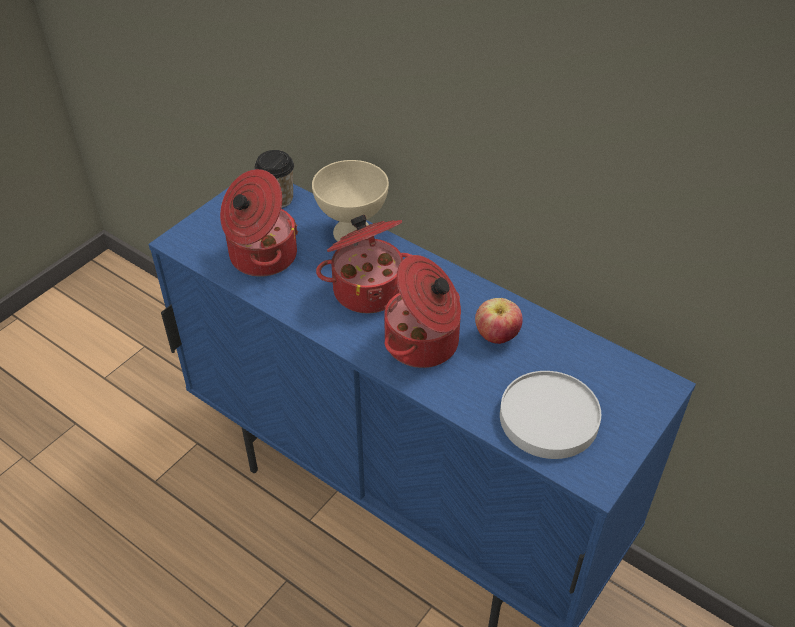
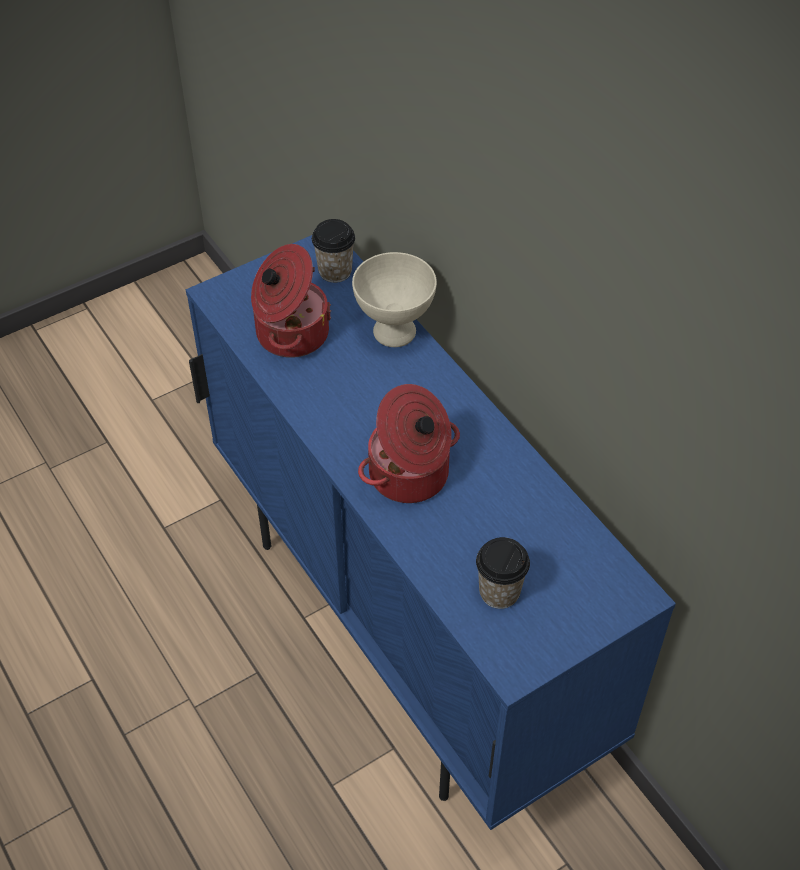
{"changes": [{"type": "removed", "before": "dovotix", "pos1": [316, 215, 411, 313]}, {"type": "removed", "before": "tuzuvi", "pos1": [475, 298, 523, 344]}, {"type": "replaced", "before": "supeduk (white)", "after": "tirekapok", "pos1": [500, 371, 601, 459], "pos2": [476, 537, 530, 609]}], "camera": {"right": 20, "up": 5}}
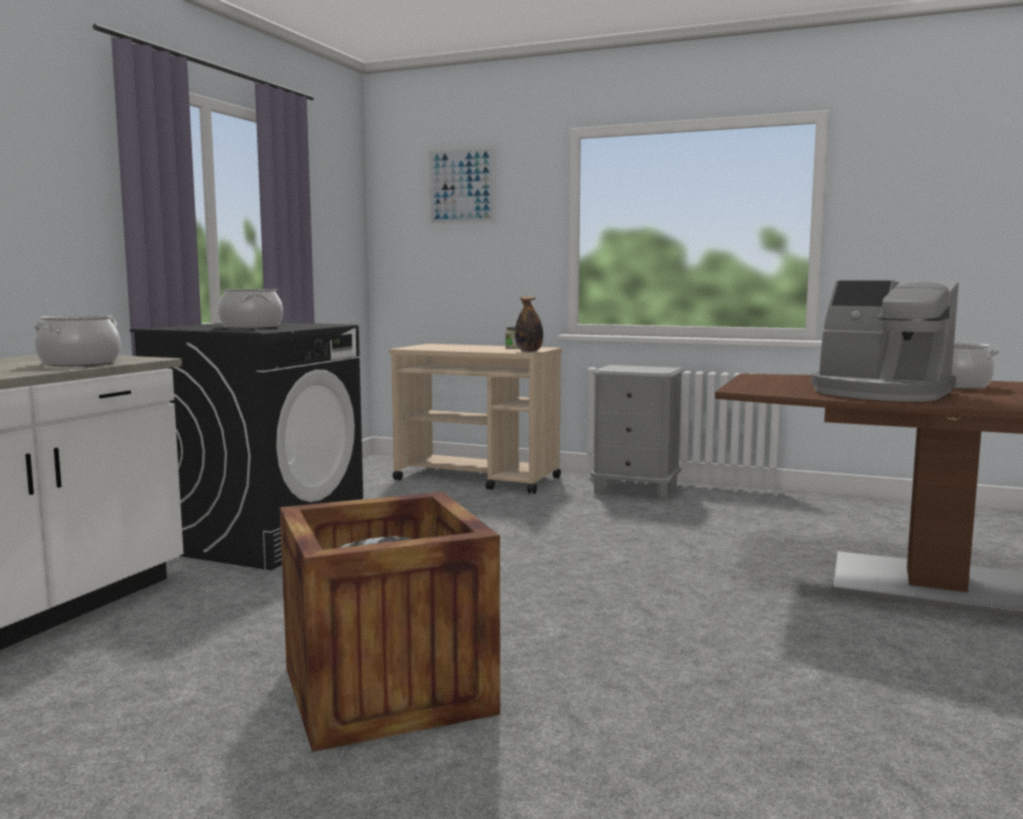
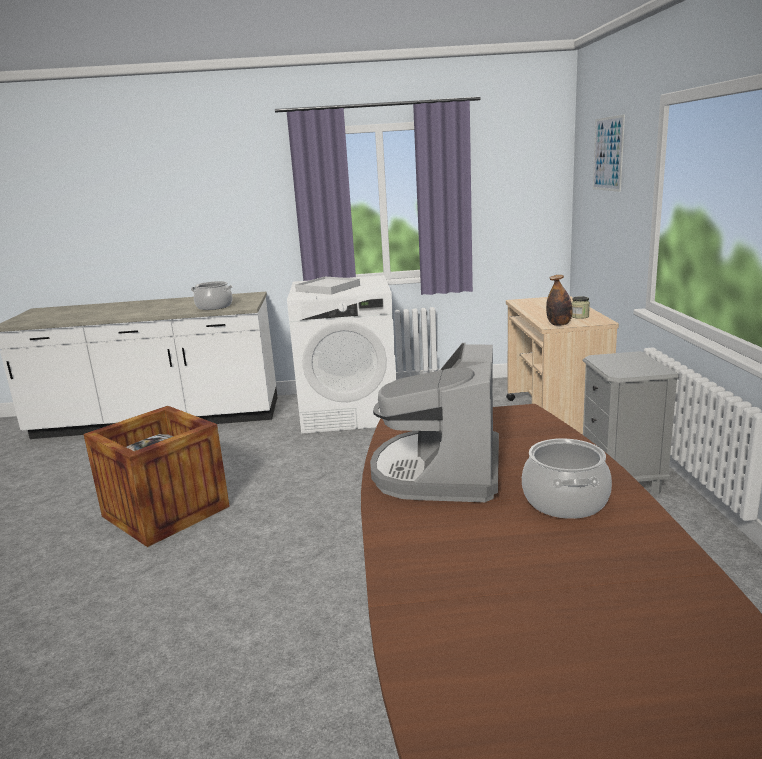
{"changes": [{"type": "replaced", "before": "dovotix", "after": "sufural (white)", "pos1": [218, 289, 283, 329], "pos2": [295, 277, 360, 295]}, {"type": "recoloured", "before": "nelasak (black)", "after": "nelasak (white)", "pos1": [130, 323, 363, 570], "pos2": [287, 275, 396, 434]}], "camera": {"right": 65, "up": 10}}
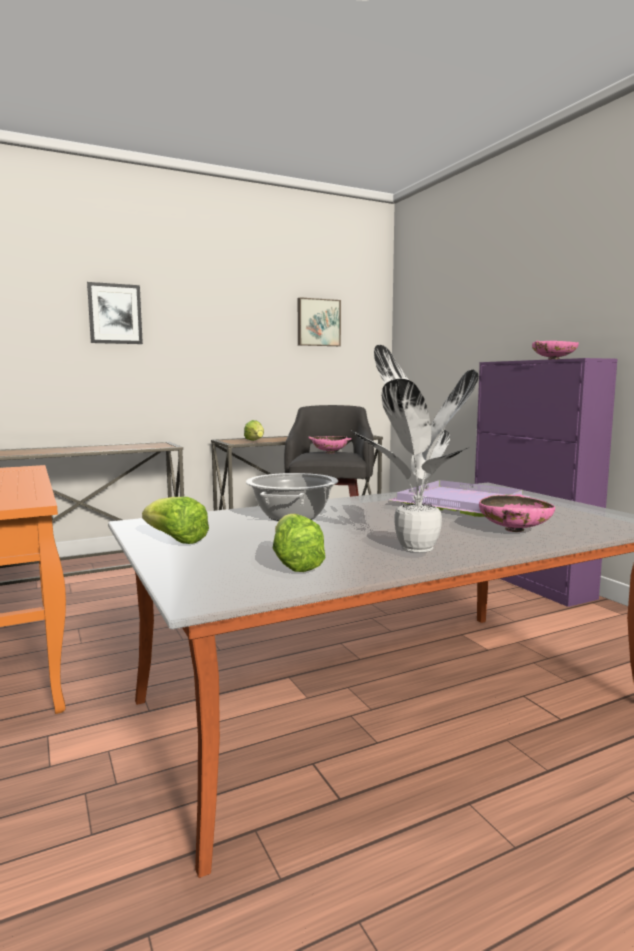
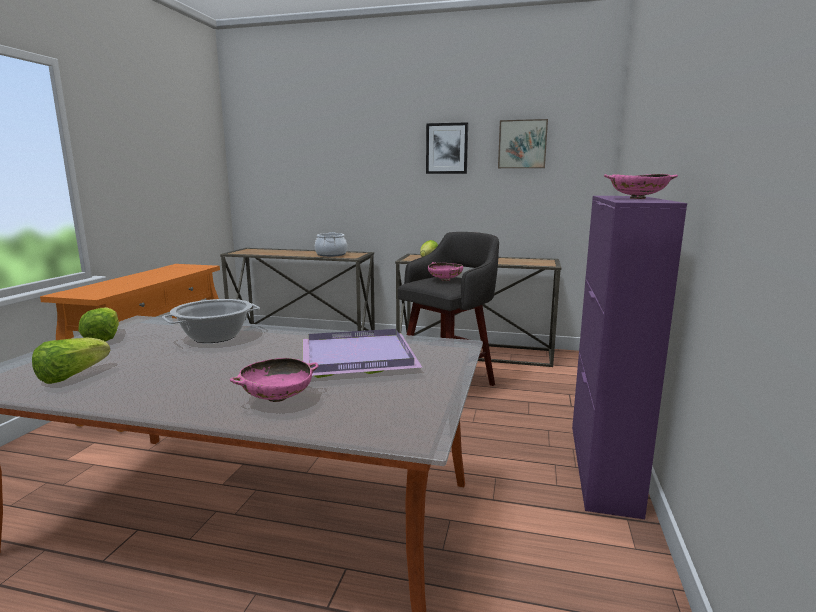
{"changes": [{"type": "removed", "before": "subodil", "pos1": [351, 345, 478, 553]}, {"type": "added", "after": "dovotix", "pos2": [315, 232, 347, 257]}, {"type": "moved", "before": "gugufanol", "pos1": [87, 282, 143, 344], "pos2": [426, 122, 468, 174]}], "camera": {"right": 40, "up": 5}}
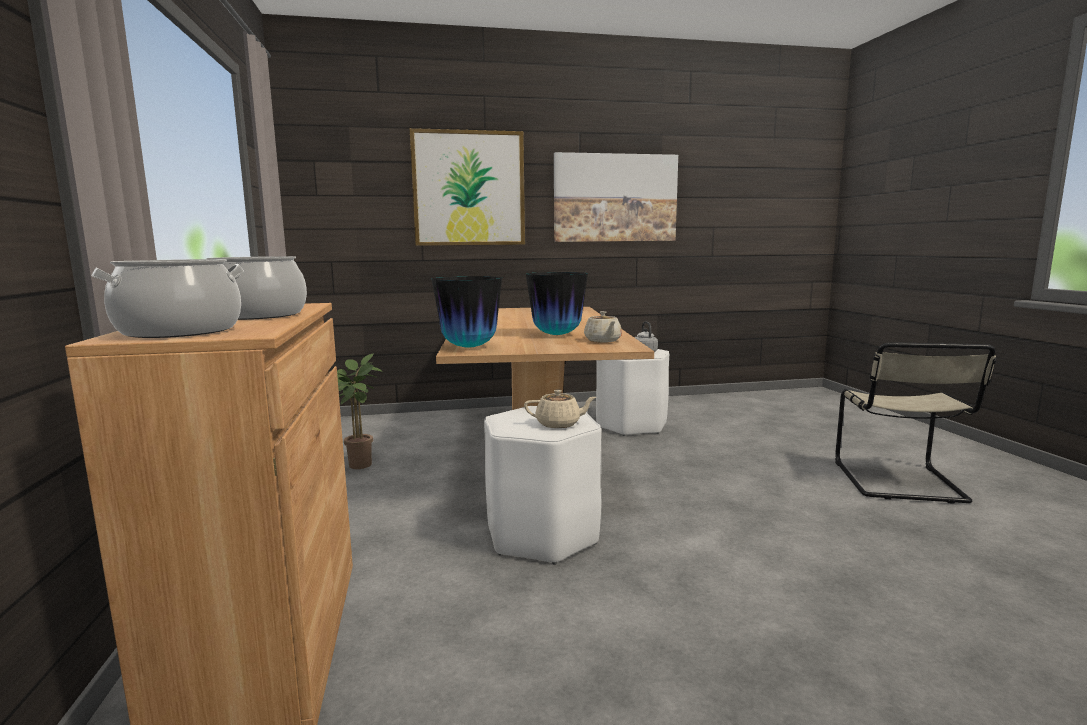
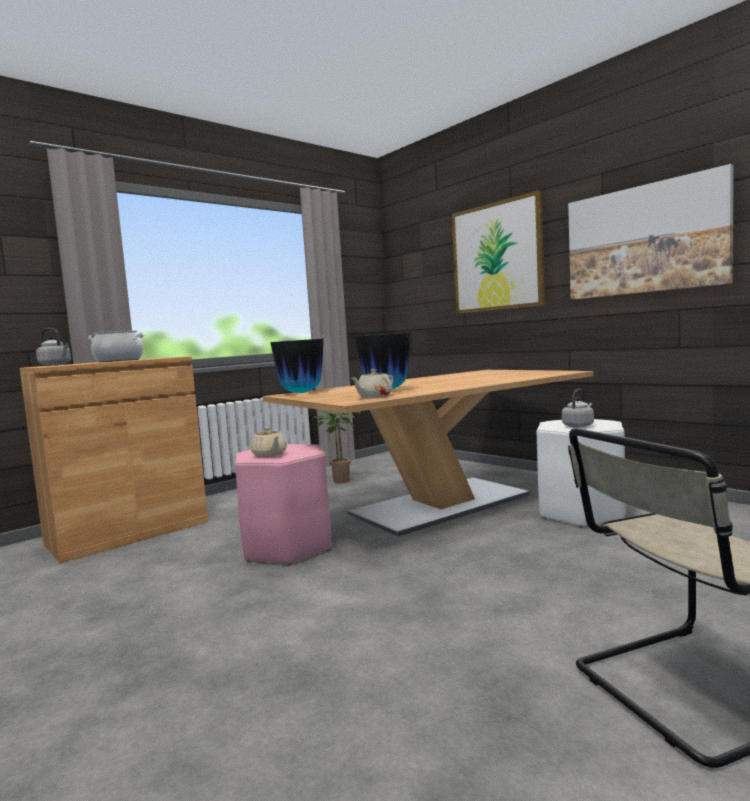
{"changes": [{"type": "replaced", "before": "dovotix", "after": "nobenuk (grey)", "pos1": [91, 259, 244, 338], "pos2": [36, 328, 71, 366]}, {"type": "recoloured", "before": "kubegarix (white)", "after": "kubegarix (pink)", "pos1": [484, 406, 601, 565], "pos2": [235, 444, 331, 565]}], "camera": {"right": 60, "up": -5}}
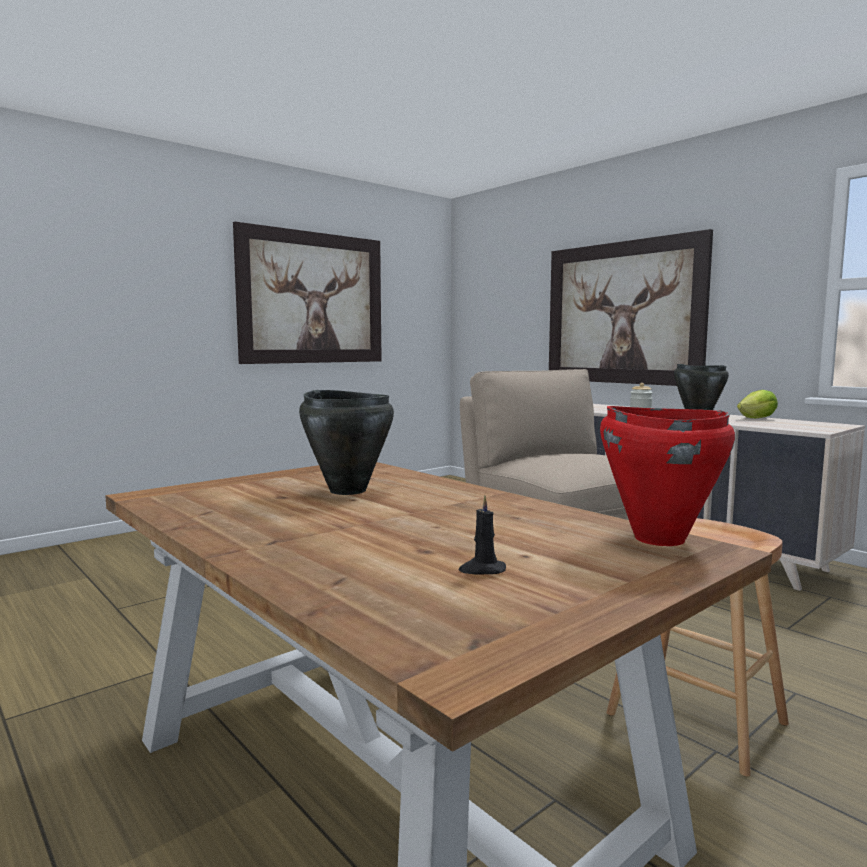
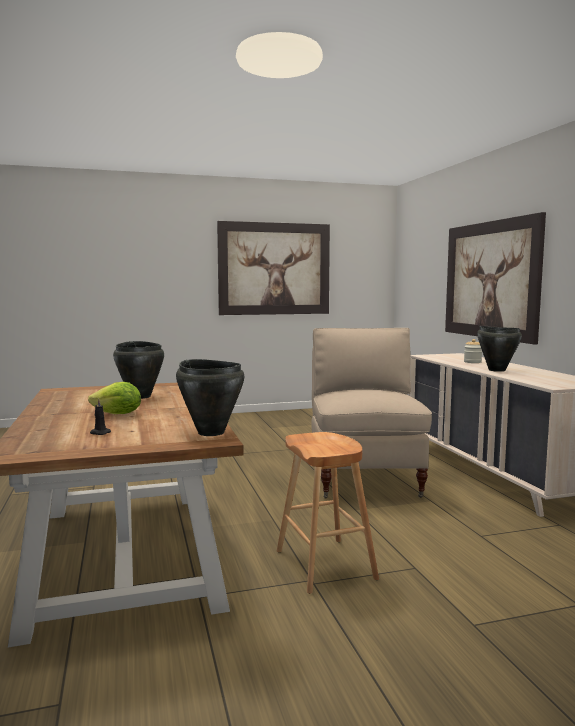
{"changes": [{"type": "moved", "before": "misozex", "pos1": [737, 390, 778, 418], "pos2": [88, 382, 141, 414]}, {"type": "recoloured", "before": "dovotix (red)", "after": "dovotix (black)", "pos1": [600, 406, 735, 546], "pos2": [176, 359, 244, 436]}], "camera": {"right": 25, "up": 0}}
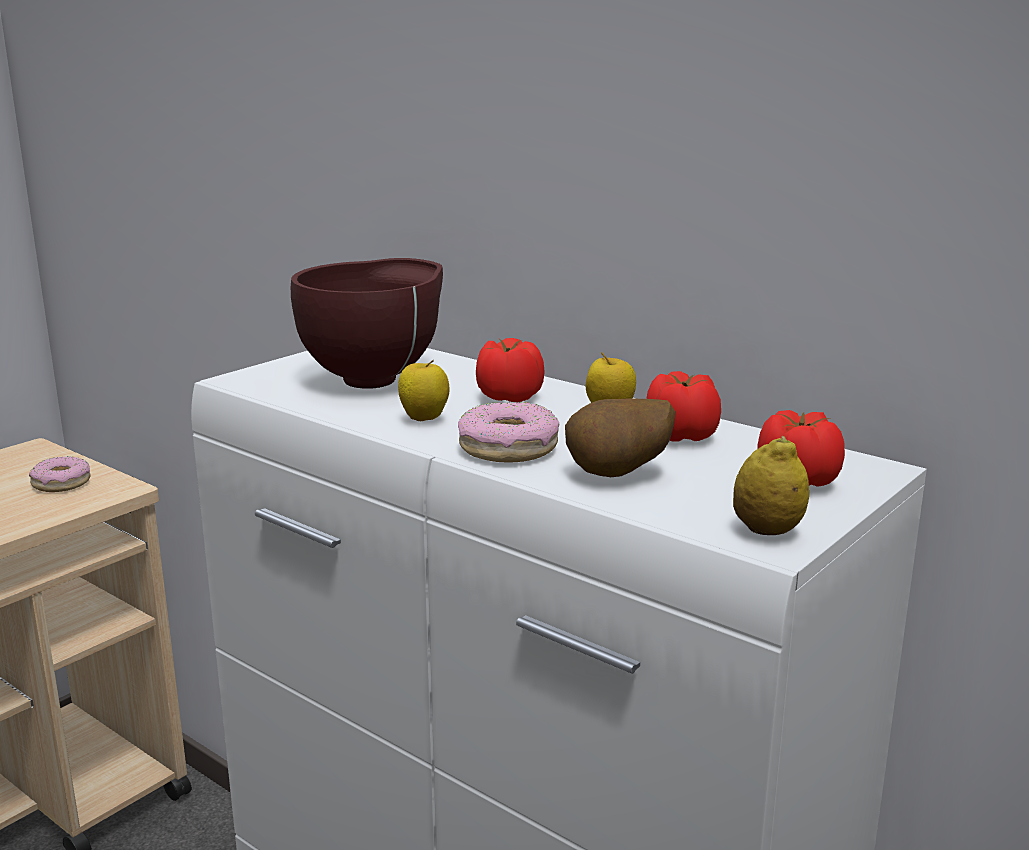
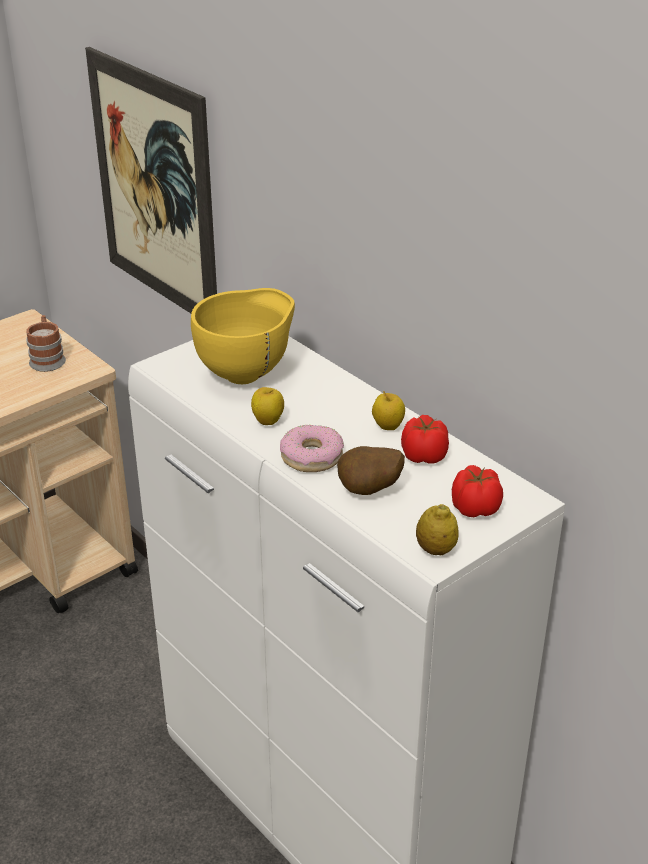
{"changes": [{"type": "removed", "before": "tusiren", "pos1": [476, 338, 545, 402]}, {"type": "added", "after": "gugufanol", "pos2": [85, 47, 217, 313]}, {"type": "replaced", "before": "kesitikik", "after": "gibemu", "pos1": [29, 456, 90, 492], "pos2": [26, 315, 66, 372]}, {"type": "recoloured", "before": "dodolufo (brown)", "after": "dodolufo (yellow)", "pos1": [291, 258, 443, 389], "pos2": [191, 288, 295, 384]}], "camera": {"right": 10, "up": 15}}
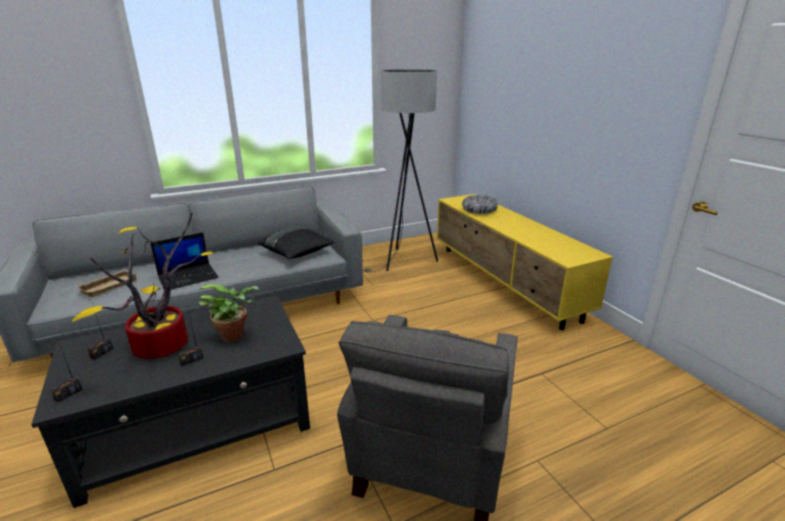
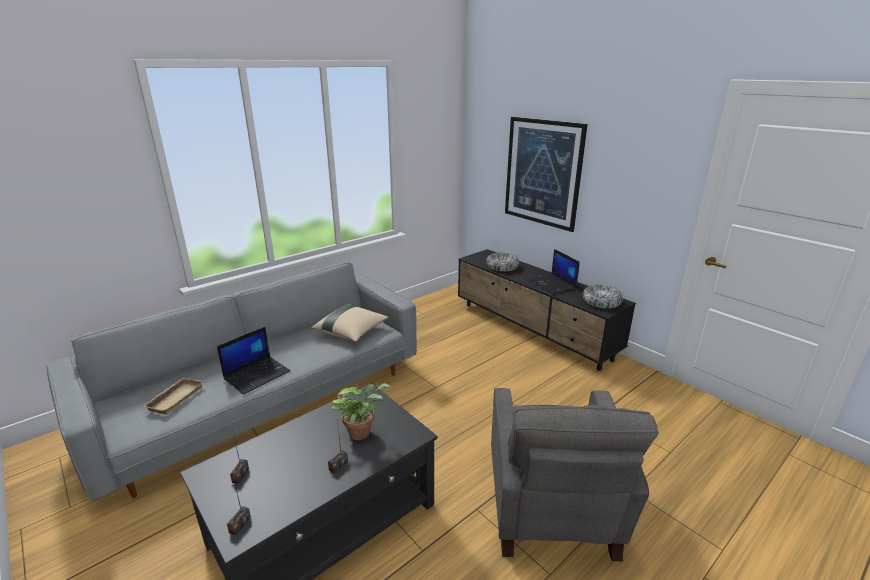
{"changes": [{"type": "removed", "before": "subodil", "pos1": [72, 212, 214, 359]}, {"type": "removed", "before": "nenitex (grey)", "pos1": [364, 69, 438, 272]}, {"type": "added", "after": "gugufanol", "pos2": [505, 117, 588, 232]}, {"type": "added", "after": "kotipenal", "pos2": [529, 249, 580, 294]}, {"type": "added", "after": "dodolufo", "pos2": [583, 284, 623, 309]}, {"type": "recoloured", "before": "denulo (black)", "after": "denulo (beige)", "pos1": [257, 227, 335, 259], "pos2": [312, 304, 389, 342]}, {"type": "recoloured", "before": "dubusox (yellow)", "after": "dubusox (black)", "pos1": [437, 194, 613, 330], "pos2": [458, 249, 636, 371]}], "camera": {"right": -15, "up": 0}}
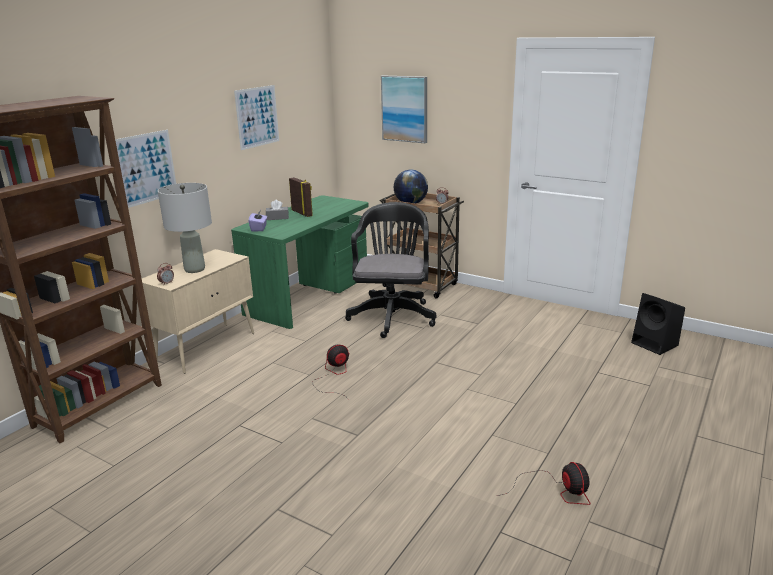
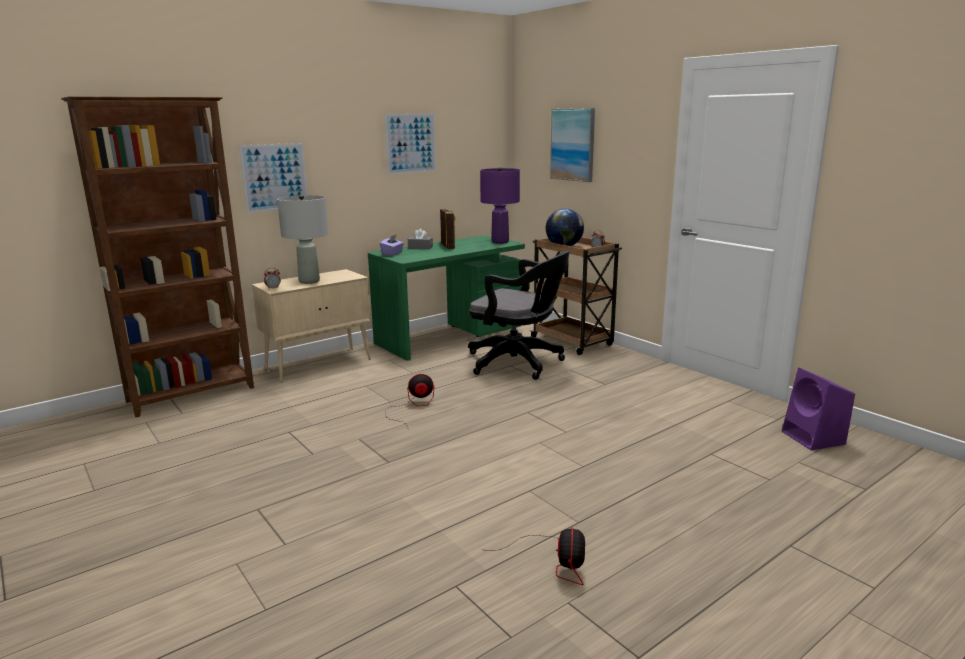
{"changes": [{"type": "added", "after": "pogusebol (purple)", "pos2": [480, 167, 520, 244]}, {"type": "recoloured", "before": "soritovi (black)", "after": "soritovi (purple)", "pos1": [631, 293, 685, 355], "pos2": [782, 368, 855, 450]}, {"type": "turned", "before": "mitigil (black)", "pos1": [345, 202, 437, 338], "pos2": [468, 250, 570, 380], "turn": 90}], "camera": {"right": 20, "up": -5}}
